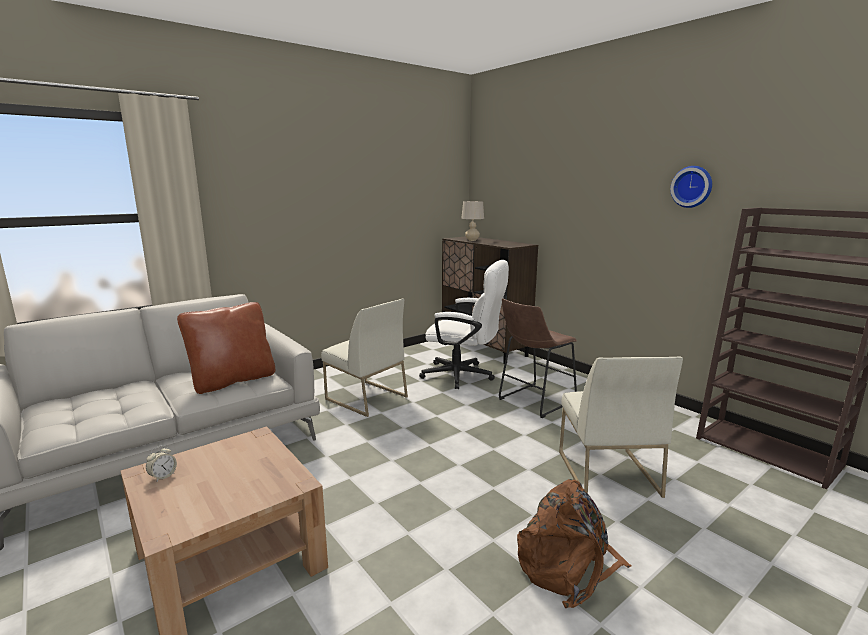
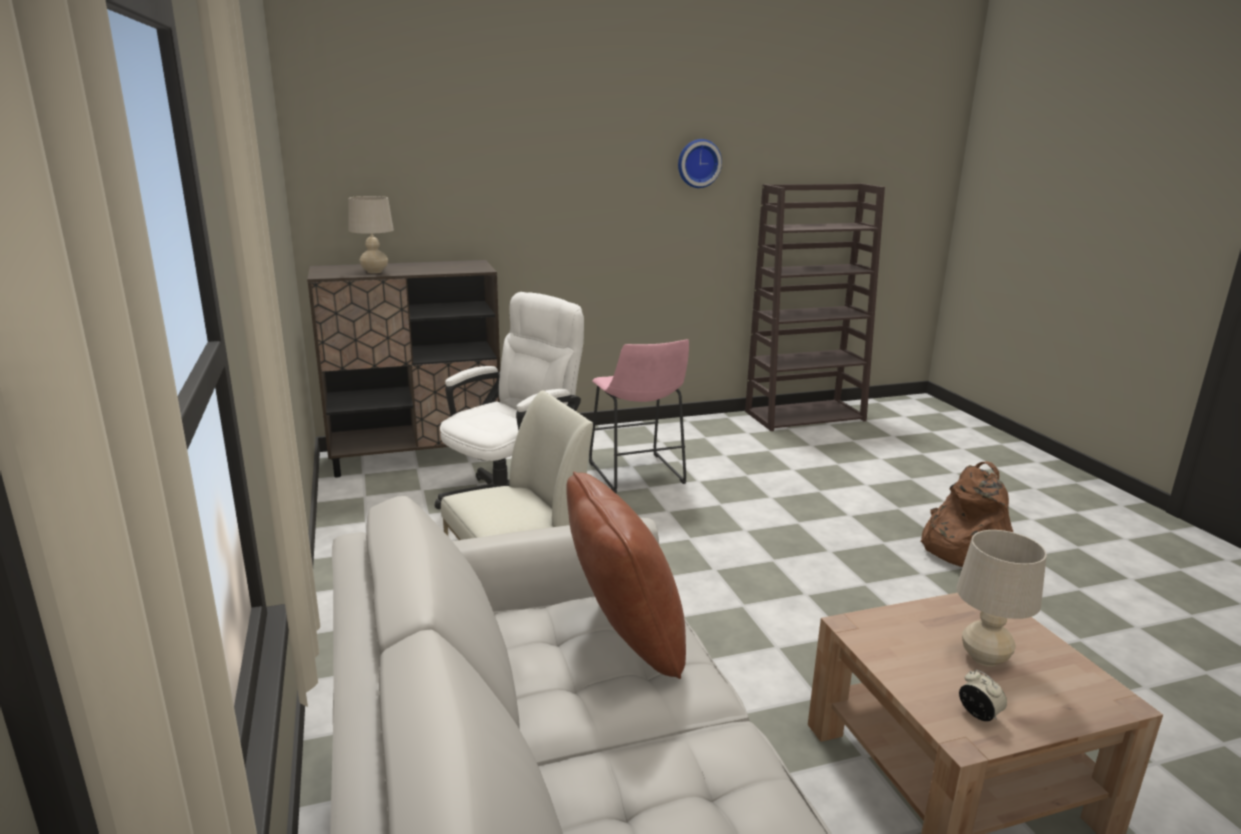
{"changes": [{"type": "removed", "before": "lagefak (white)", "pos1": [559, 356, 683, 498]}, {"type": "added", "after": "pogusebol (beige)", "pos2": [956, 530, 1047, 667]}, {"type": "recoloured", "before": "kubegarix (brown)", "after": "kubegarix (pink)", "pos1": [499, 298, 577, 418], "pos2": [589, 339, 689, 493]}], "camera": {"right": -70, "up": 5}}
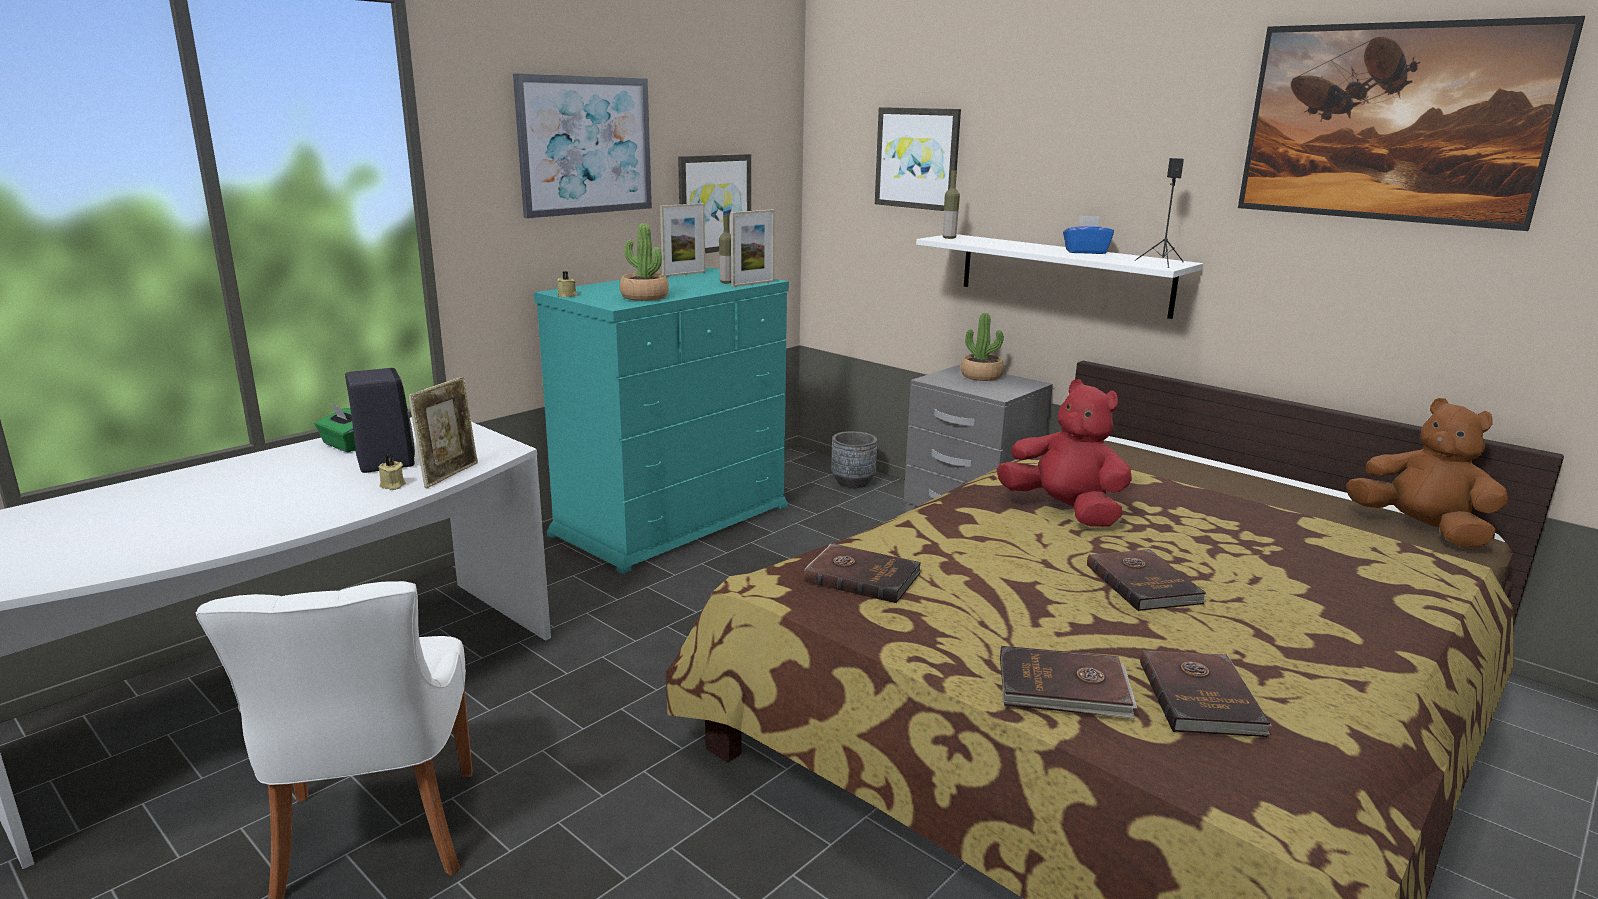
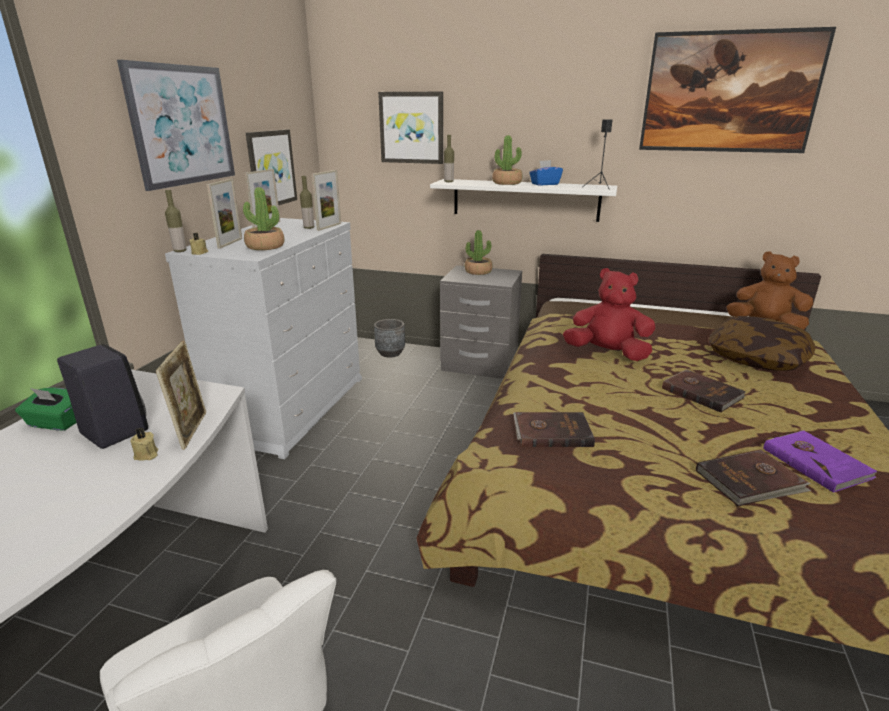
{"changes": [{"type": "added", "after": "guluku", "pos2": [165, 190, 186, 252]}, {"type": "added", "after": "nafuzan", "pos2": [207, 179, 242, 249]}, {"type": "added", "after": "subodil", "pos2": [492, 135, 522, 185]}, {"type": "added", "after": "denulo", "pos2": [709, 316, 815, 371]}, {"type": "recoloured", "before": "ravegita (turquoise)", "after": "ravegita (white)", "pos1": [534, 267, 789, 574], "pos2": [165, 218, 362, 459]}, {"type": "recoloured", "before": "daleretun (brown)", "after": "daleretun (purple)", "pos1": [1140, 650, 1272, 737], "pos2": [763, 430, 877, 493]}], "camera": {"right": -25, "up": 5}}
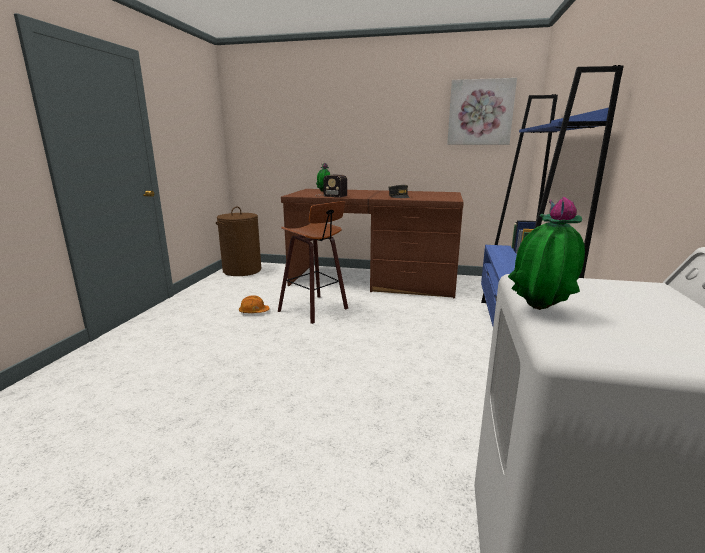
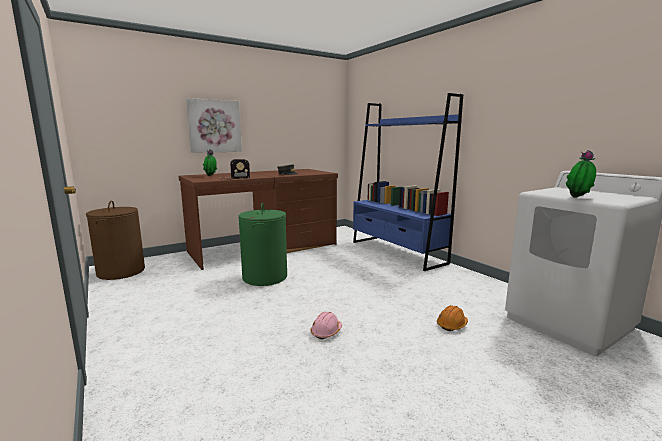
{"changes": [{"type": "added", "after": "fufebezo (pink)", "pos2": [311, 312, 342, 339]}, {"type": "moved", "before": "fufebezo (orange)", "pos1": [239, 295, 270, 313], "pos2": [437, 305, 468, 331]}, {"type": "moved", "before": "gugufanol", "pos1": [447, 78, 517, 145], "pos2": [186, 98, 242, 153]}, {"type": "replaced", "before": "kubegarix", "after": "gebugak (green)", "pos1": [278, 201, 348, 324], "pos2": [238, 203, 287, 286]}], "camera": {"right": -45, "up": -5}}
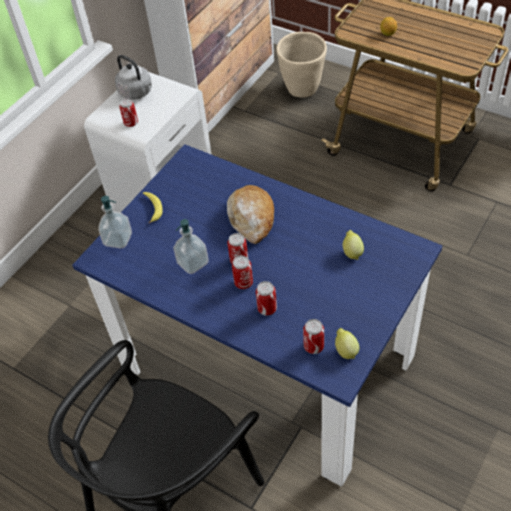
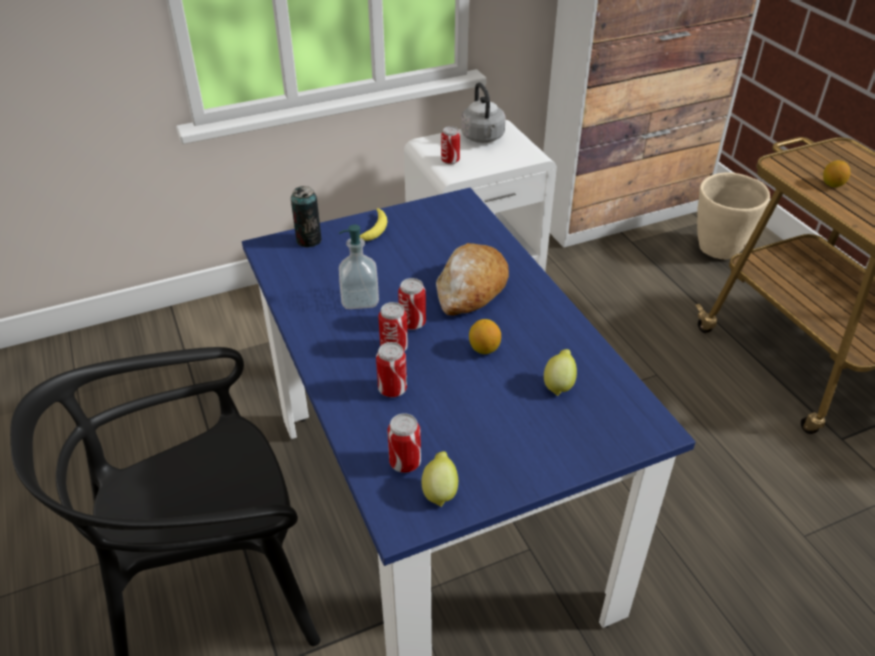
{"changes": [{"type": "added", "after": "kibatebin", "pos2": [469, 319, 501, 354]}, {"type": "replaced", "before": "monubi", "after": "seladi", "pos1": [98, 196, 132, 249], "pos2": [291, 186, 322, 247]}], "camera": {"right": 30, "up": -10}}
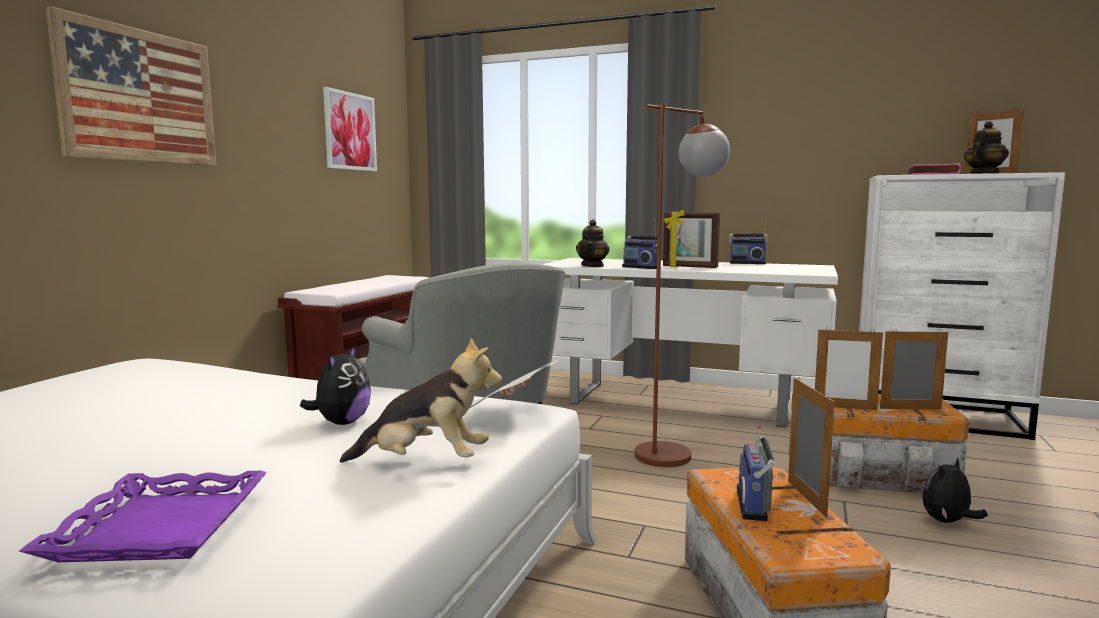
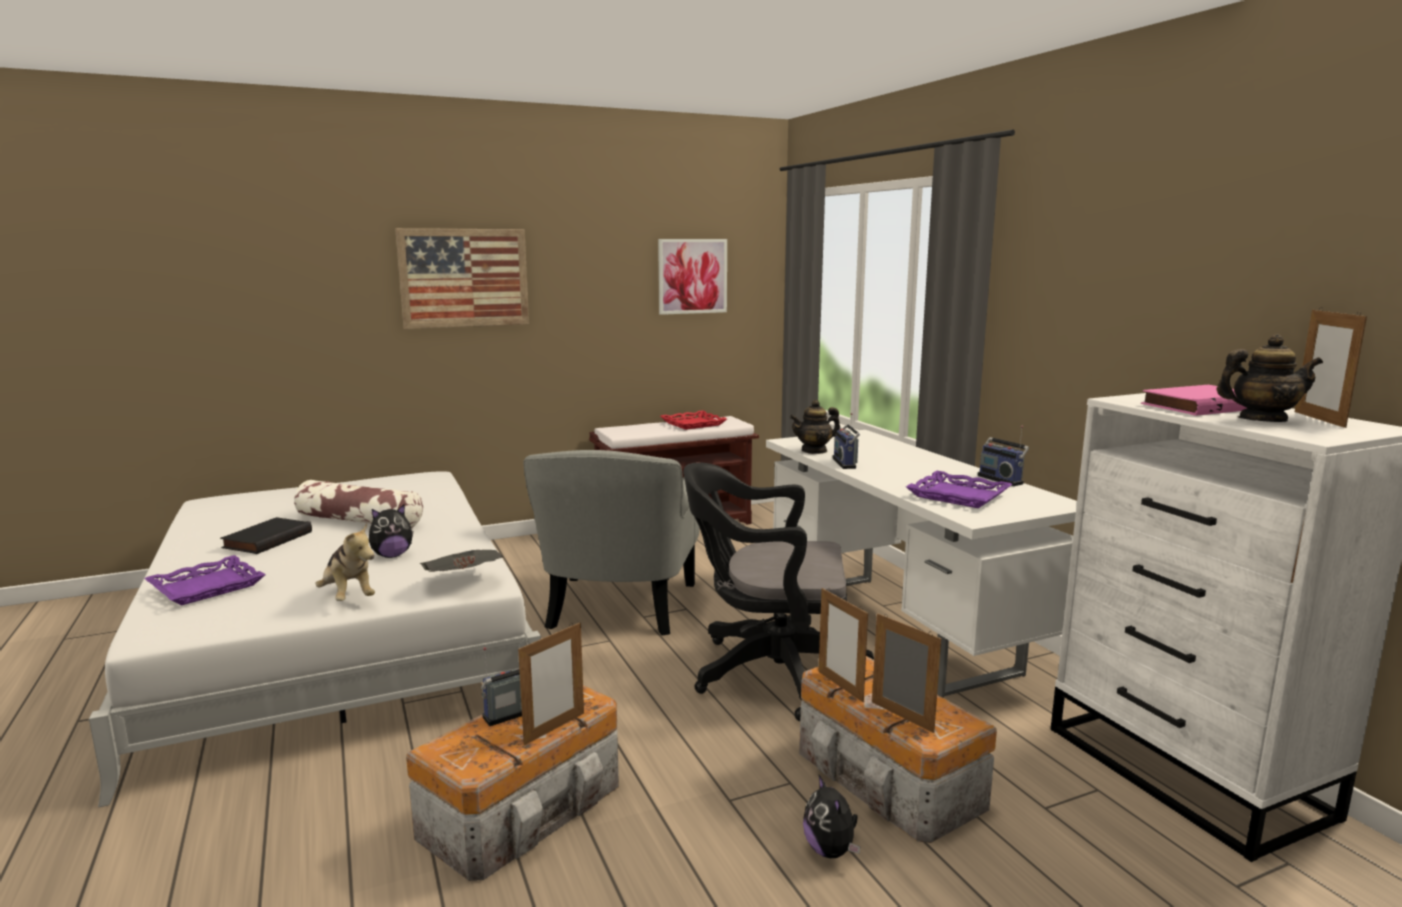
{"changes": [{"type": "removed", "before": "nafuzan", "pos1": [663, 210, 720, 268]}, {"type": "added", "after": "daleretun (black)", "pos2": [220, 517, 312, 554]}, {"type": "added", "after": "denulo", "pos2": [294, 480, 423, 528]}, {"type": "added", "after": "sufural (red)", "pos2": [660, 411, 727, 430]}, {"type": "added", "after": "sufural (purple)", "pos2": [906, 471, 1012, 508]}, {"type": "replaced", "before": "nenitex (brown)", "after": "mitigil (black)", "pos1": [634, 103, 730, 467], "pos2": [683, 462, 874, 721]}, {"type": "turned", "before": "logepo", "pos1": [922, 457, 988, 523], "pos2": [803, 775, 860, 858], "turn": -120}], "camera": {"right": 45, "up": 5}}
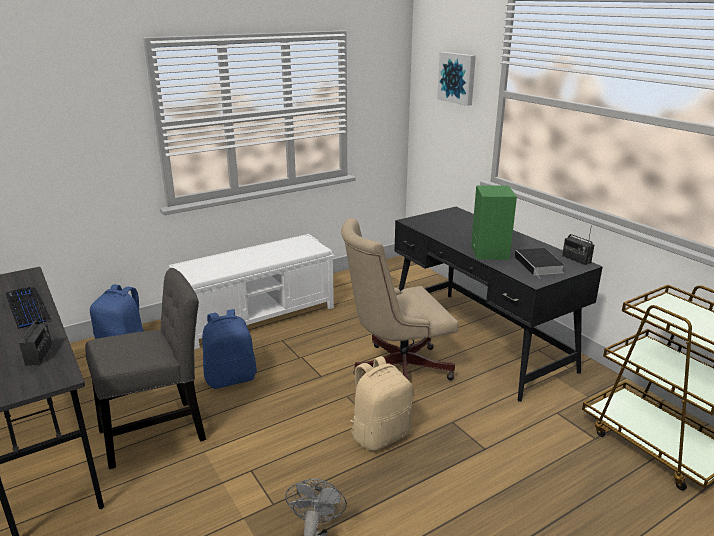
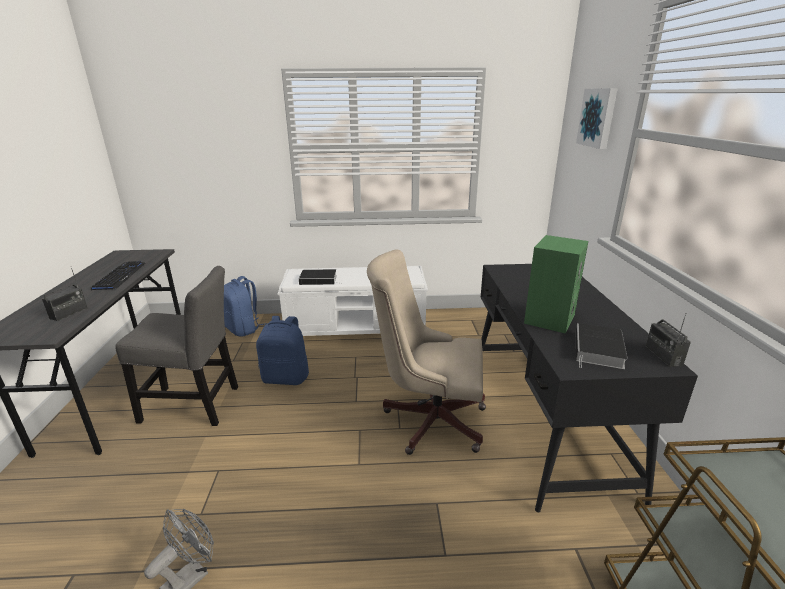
{"changes": [{"type": "removed", "before": "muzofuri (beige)", "pos1": [350, 356, 413, 451]}, {"type": "added", "after": "daleretun", "pos2": [299, 269, 341, 285]}], "camera": {"right": 30, "up": 0}}
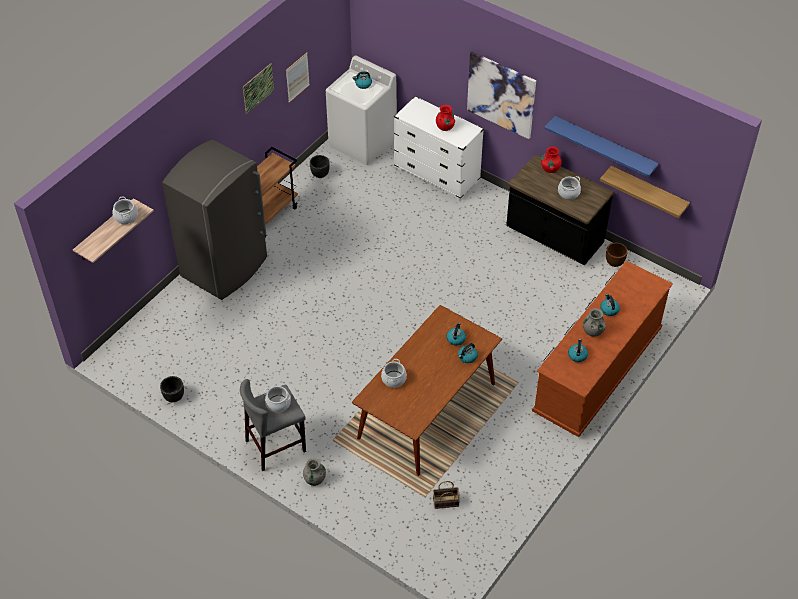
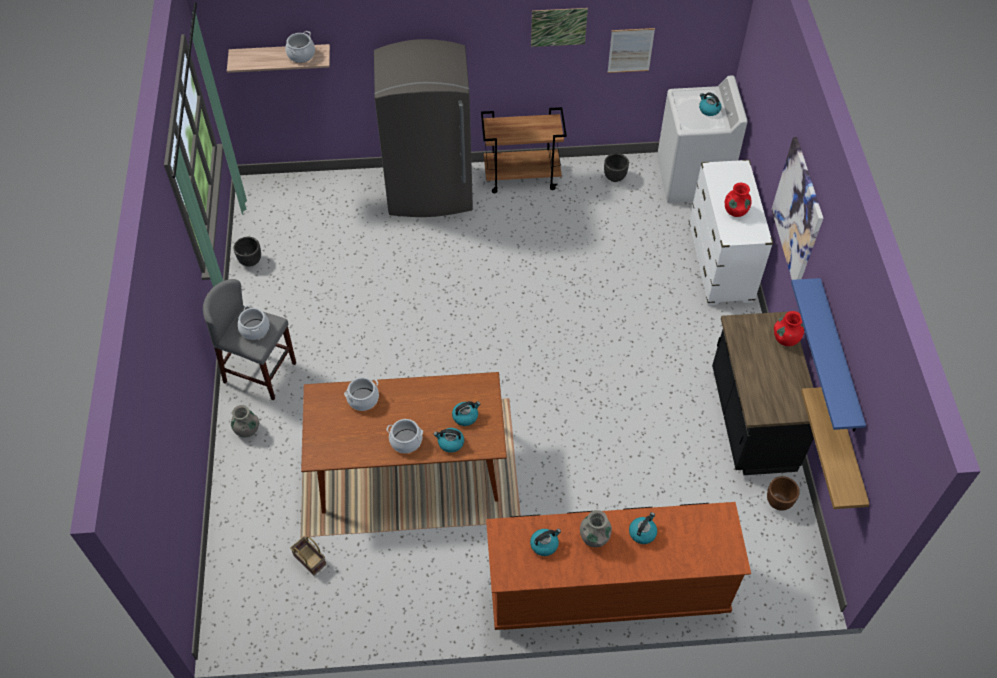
{"changes": [{"type": "moved", "before": "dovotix", "pos1": [558, 176, 581, 200], "pos2": [386, 419, 423, 453]}], "camera": {"right": 50, "up": 5}}
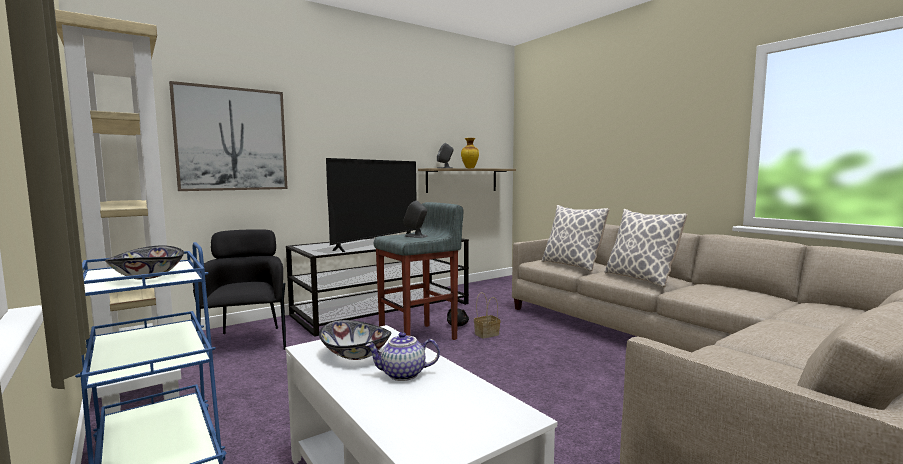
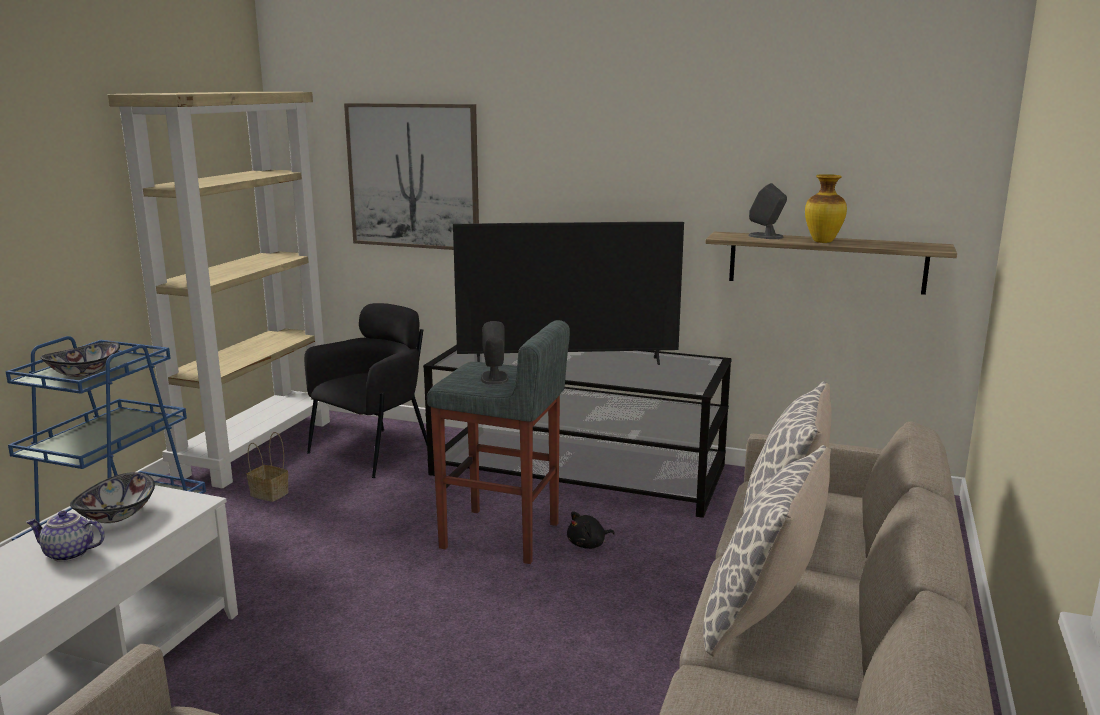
{"changes": [{"type": "moved", "before": "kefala", "pos1": [474, 292, 500, 339], "pos2": [247, 432, 289, 502]}, {"type": "turned", "before": "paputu", "pos1": [365, 332, 440, 381], "pos2": [26, 511, 105, 562], "turn": -45}], "camera": {"right": 55, "up": 10}}
